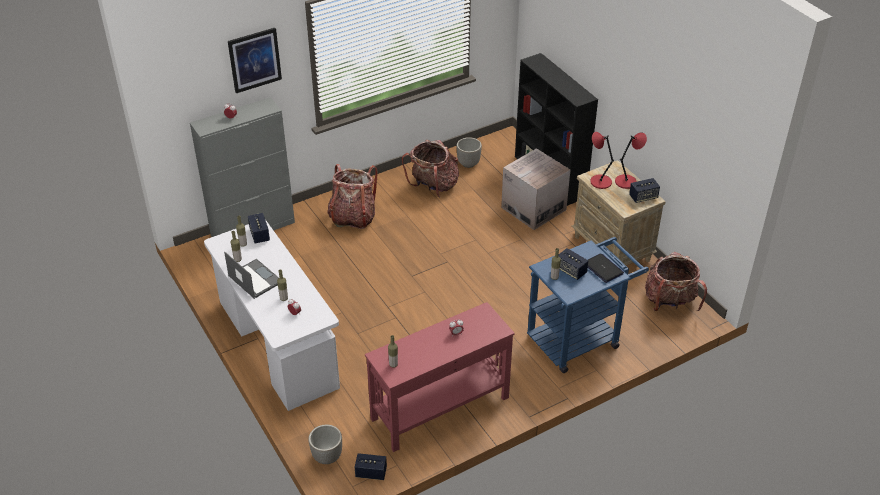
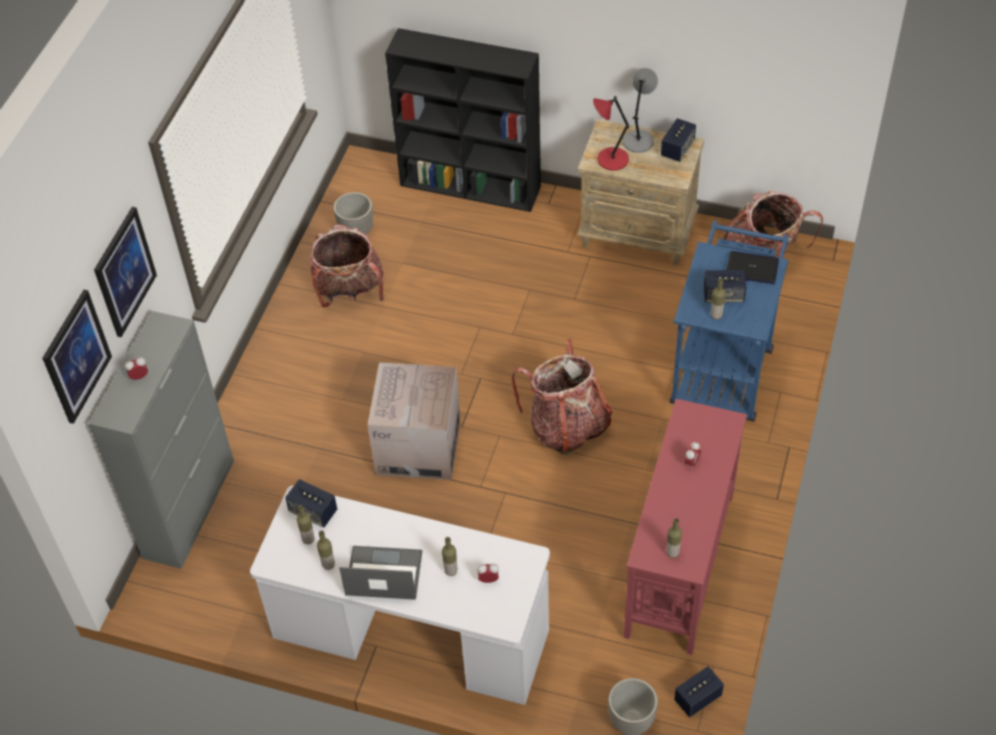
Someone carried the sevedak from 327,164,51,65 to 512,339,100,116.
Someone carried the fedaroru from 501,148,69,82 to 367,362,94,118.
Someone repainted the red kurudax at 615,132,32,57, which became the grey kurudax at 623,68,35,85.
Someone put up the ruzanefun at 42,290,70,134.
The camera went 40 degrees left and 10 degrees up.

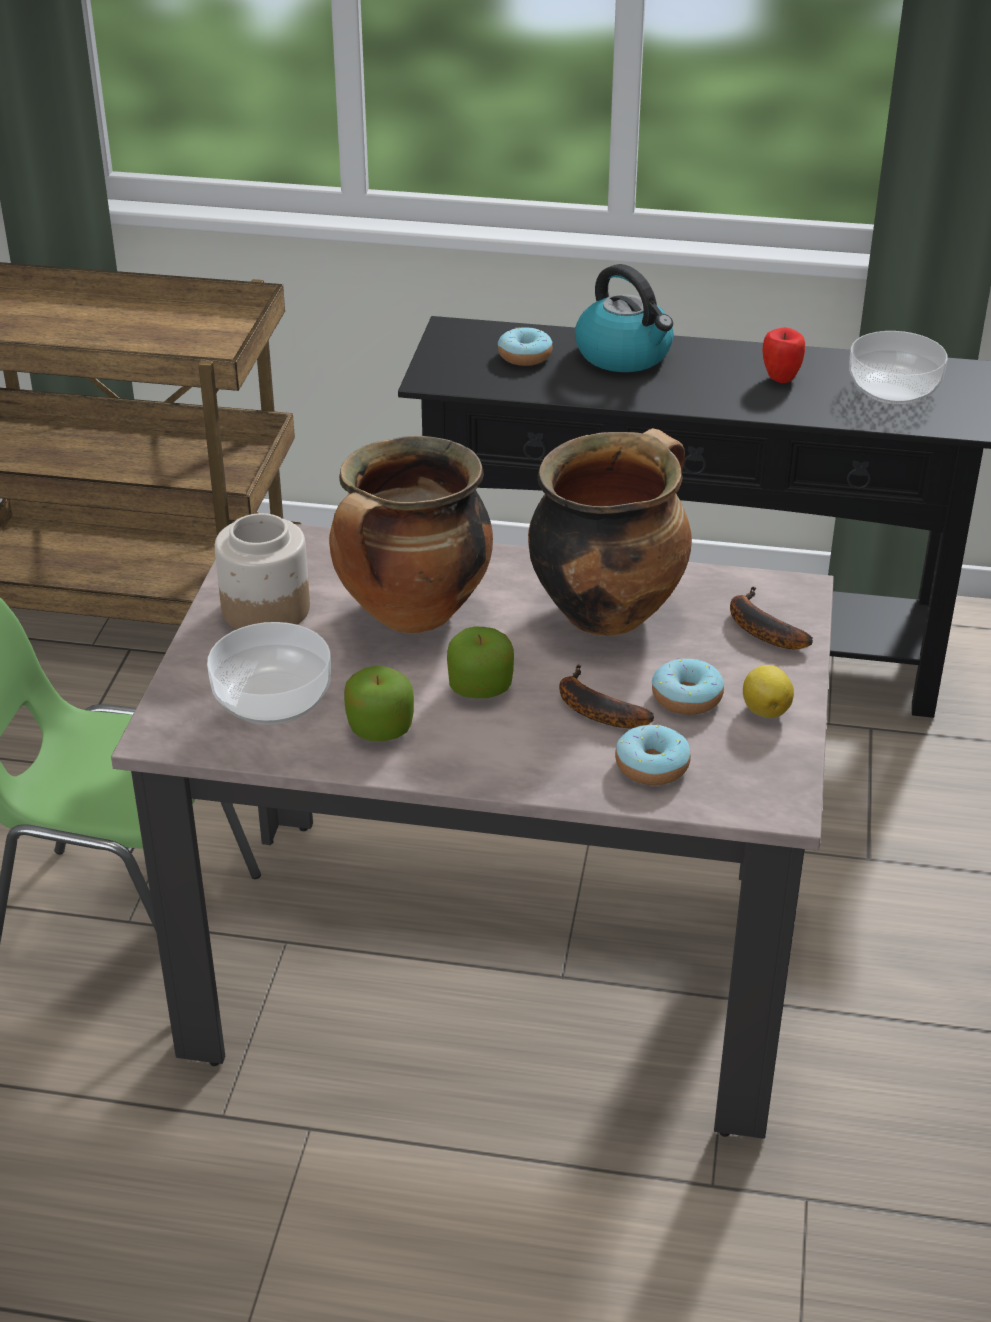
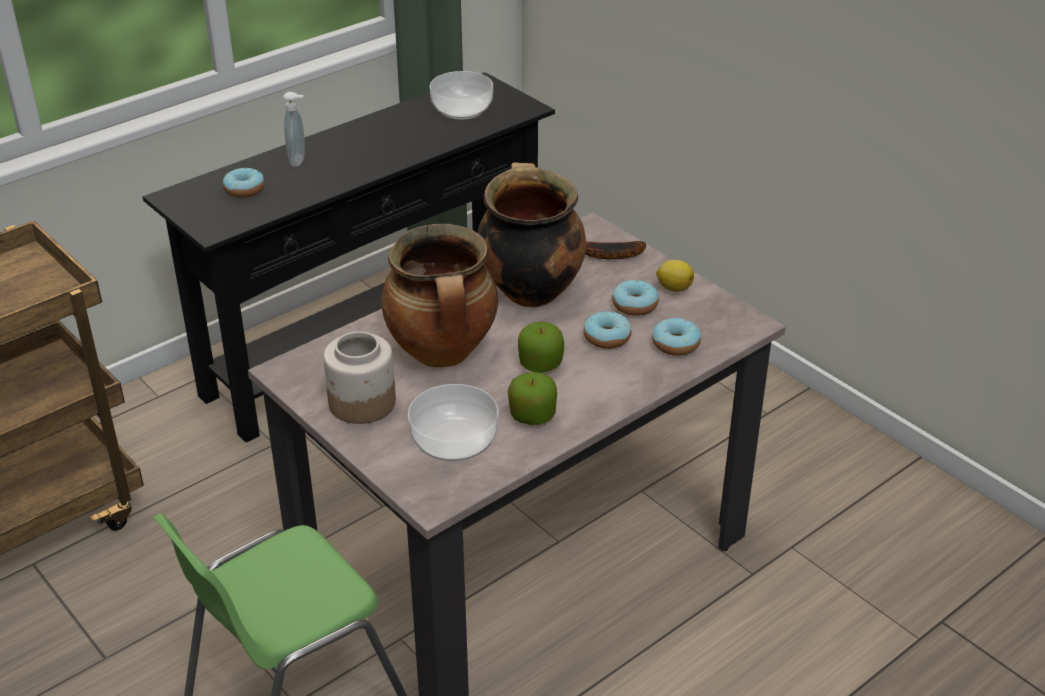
Someone swapped the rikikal at 559,664,95,64 for the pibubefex at 583,311,49,38.
Someone swapped the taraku at 575,264,99,108 for the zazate at 283,92,22,75.
Someone took away the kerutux at 762,327,43,56.
The camera went 50 degrees left and 0 degrees up.

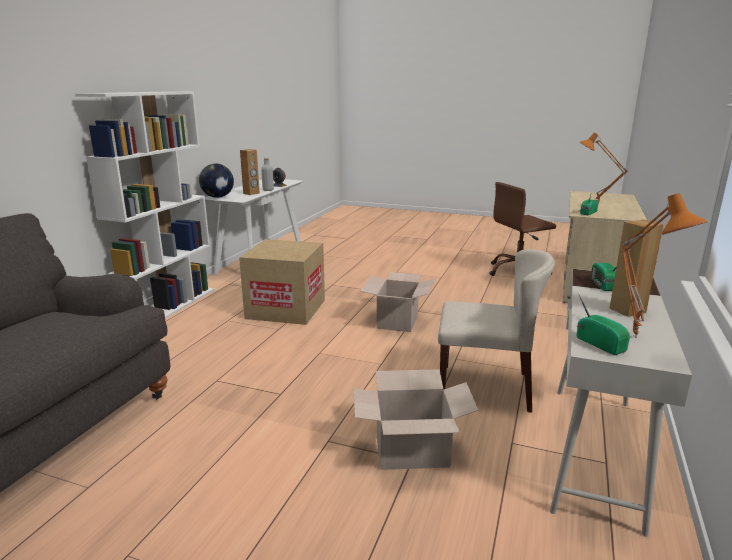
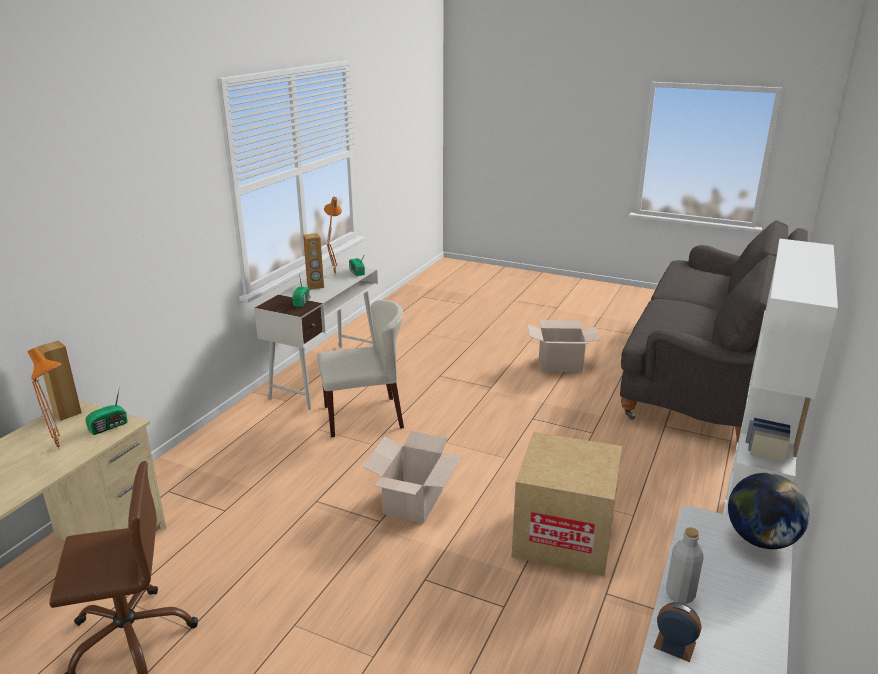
Someone carried the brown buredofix from 240,149,20,46 to 36,341,46,80.
Someone carried the fedaroru from 354,369,125,101 to 527,320,74,52.
Someone rotated the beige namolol at 438,249,117,164 by 150 degrees clockwise.
The camera went 175 degrees left and 5 degrees up.

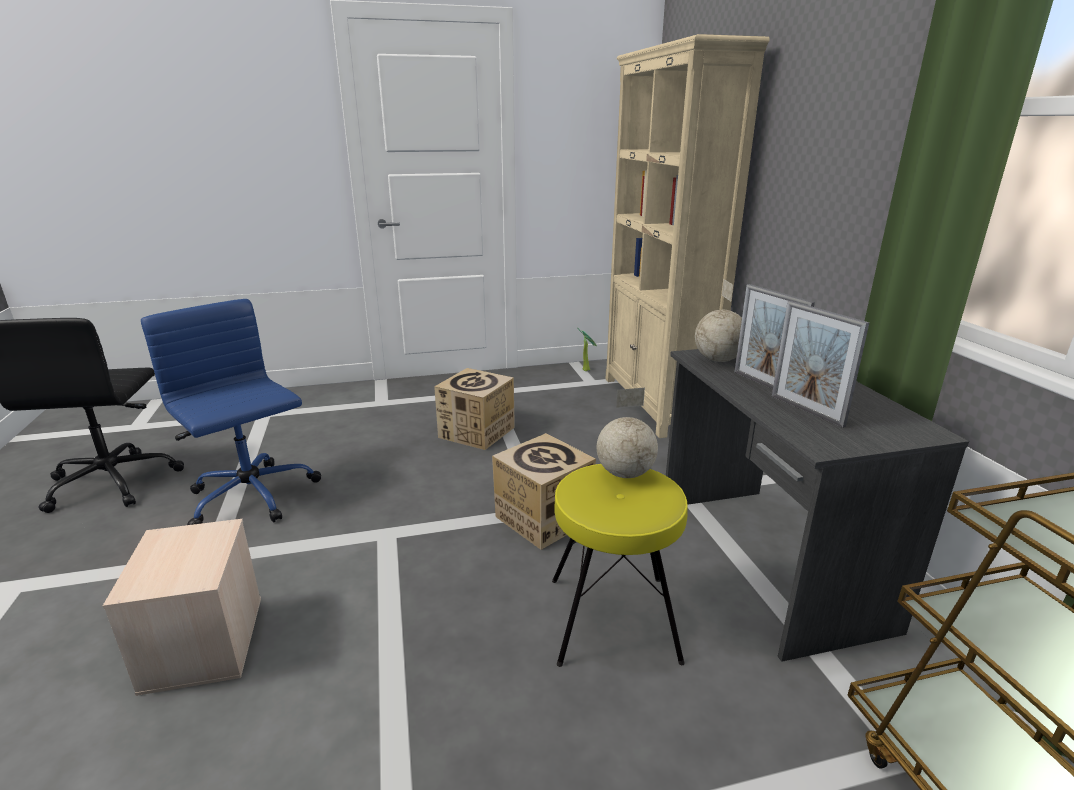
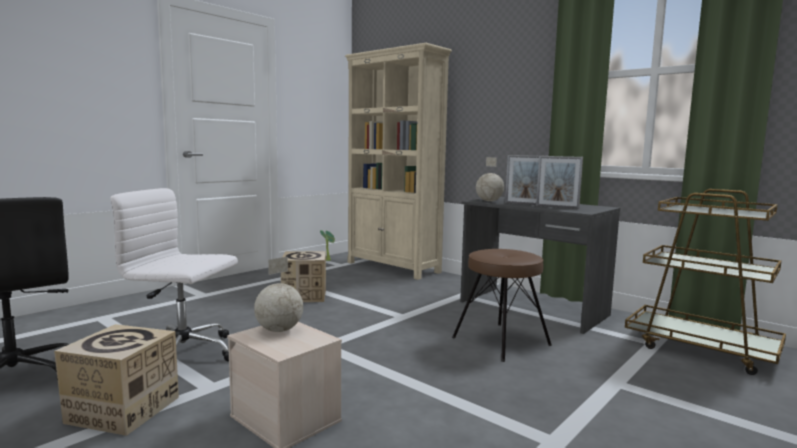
Someone repainted the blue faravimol at 141,299,180,226, which became the white faravimol at 110,188,128,173.
Someone carried the fedaroru from 492,433,104,117 to 54,324,125,112.
Someone repainted the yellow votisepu at 552,464,136,203, which became the brown votisepu at 452,249,100,113.
Someone carried the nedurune from 597,388,61,90 to 254,256,49,76.
The camera went 35 degrees left and 15 degrees down.

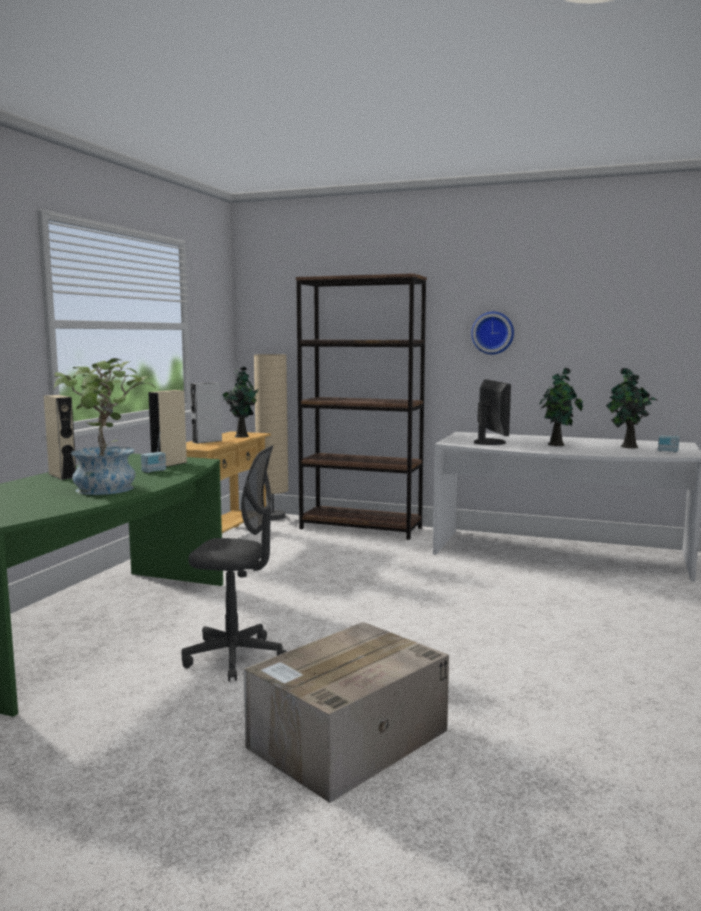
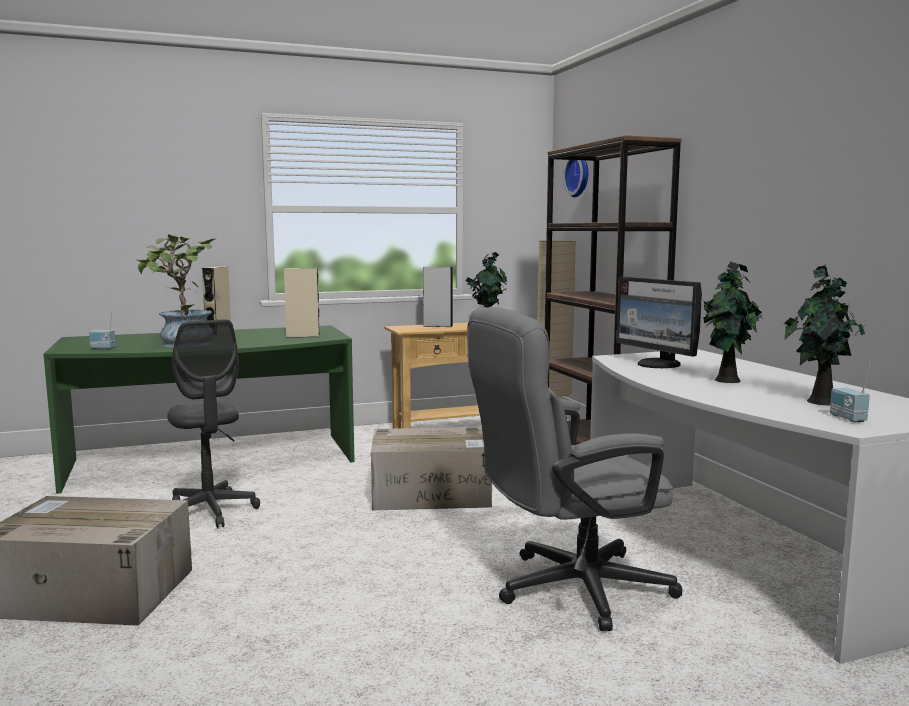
Someone carried the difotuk from 141,432,25,41 to 89,311,27,38.
Someone carried the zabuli from 471,312,43,42 to 563,160,25,37.
Someone rotated the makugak at 474,380,37,65 by 105 degrees clockwise.
Someone put down the fedaroru at 371,427,121,84.
Someone put down the grey faravimol at 467,307,215,324.
The camera went 50 degrees right and 0 degrees up.

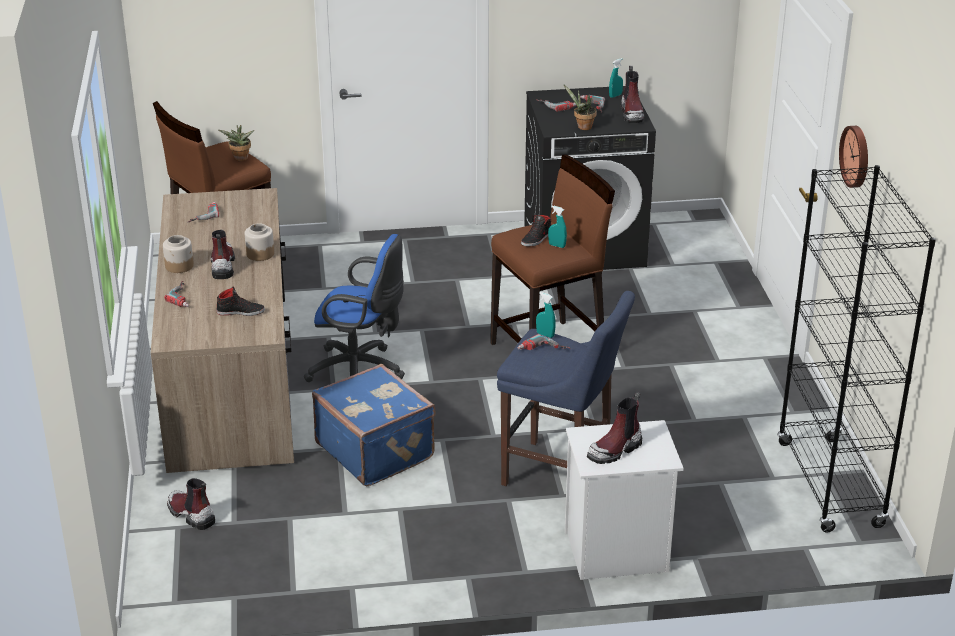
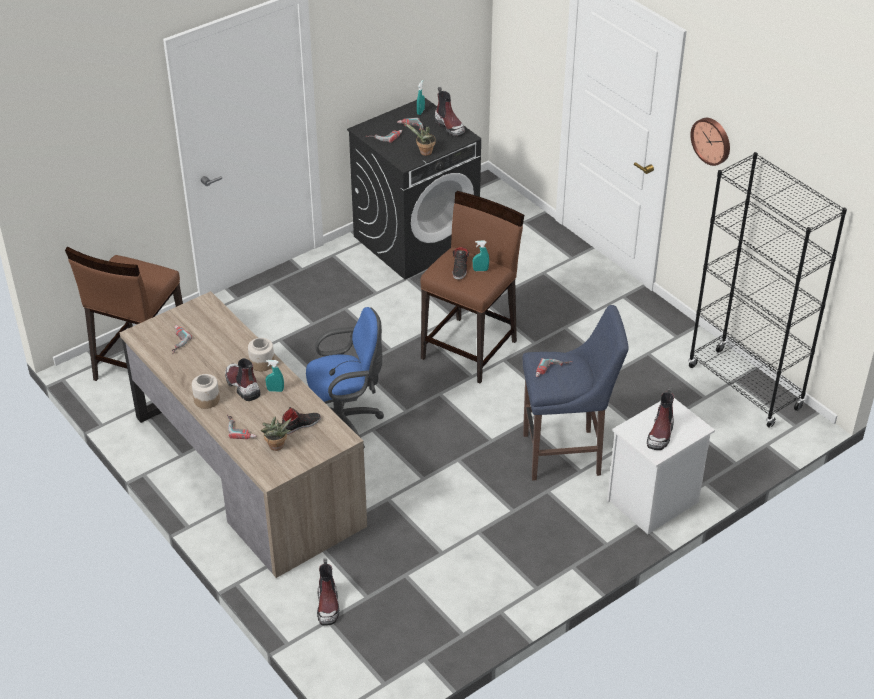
Someone rotated the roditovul at 167,478,48,52 by 105 degrees counterclockwise.
Someone carried the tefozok from 219,125,35,36 to 260,417,32,34.
Someone took away the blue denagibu at 312,364,124,122.
Someone carried the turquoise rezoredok from 536,292,20,46 to 266,360,18,32.
The camera went 30 degrees left and 10 degrees up.

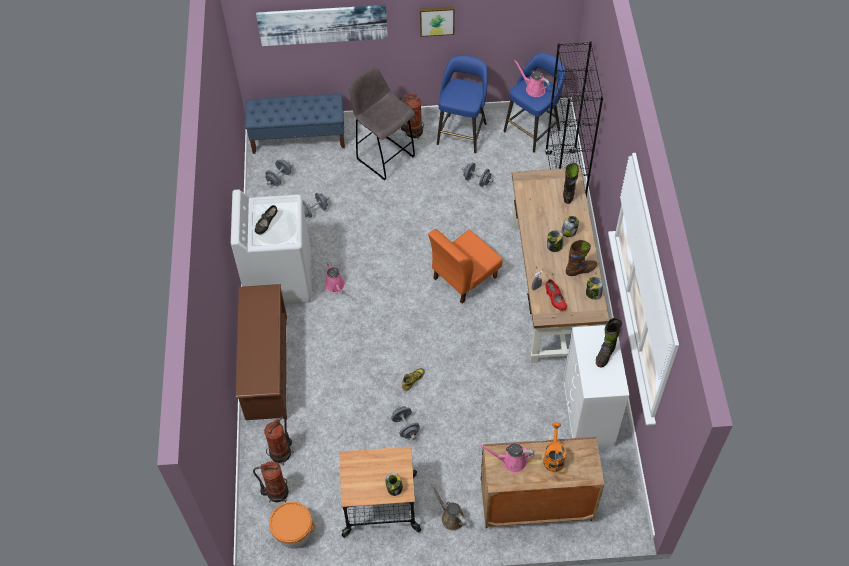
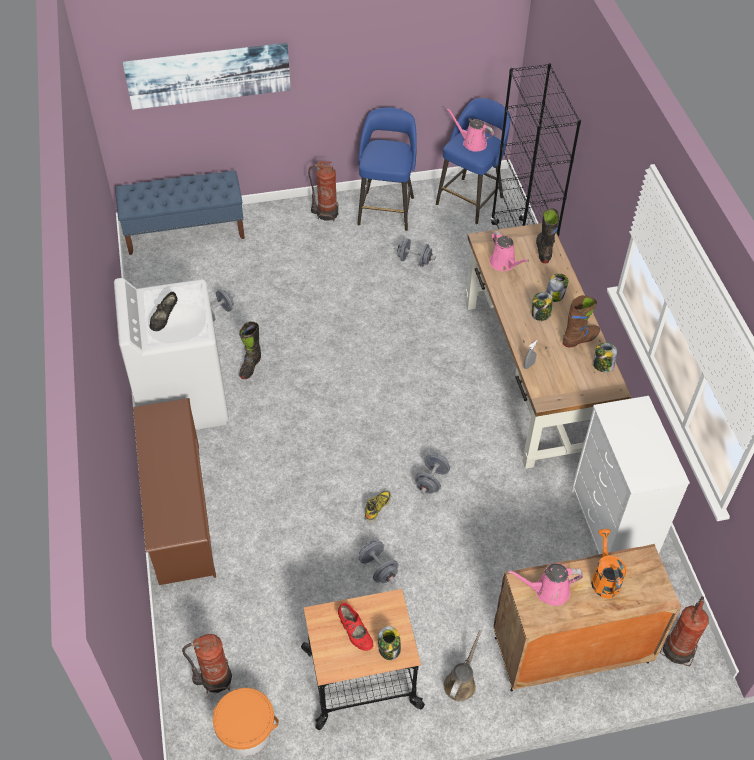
Someone carried the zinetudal from 264,416,30,49 to 660,596,49,70.
Someone carried the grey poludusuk from 265,160,26,26 to 415,453,35,41.
Someone carried the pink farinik from 325,262,20,31 to 490,231,39,40.
Someone took away the grey votisepu at 349,67,66,114.
Someone took away the ruzanefun at 420,6,35,31.
Someone took away the orange namolol at 428,229,75,75.
Someone rotated the brown farinik at 431,484,36,46 by 75 degrees clockwise.
Someone carried the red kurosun from 545,279,22,32 to 338,603,35,48.
Someone carried the black roditovul from 596,318,26,50 to 239,321,22,58.
The camera went 10 degrees left and 5 degrees down.

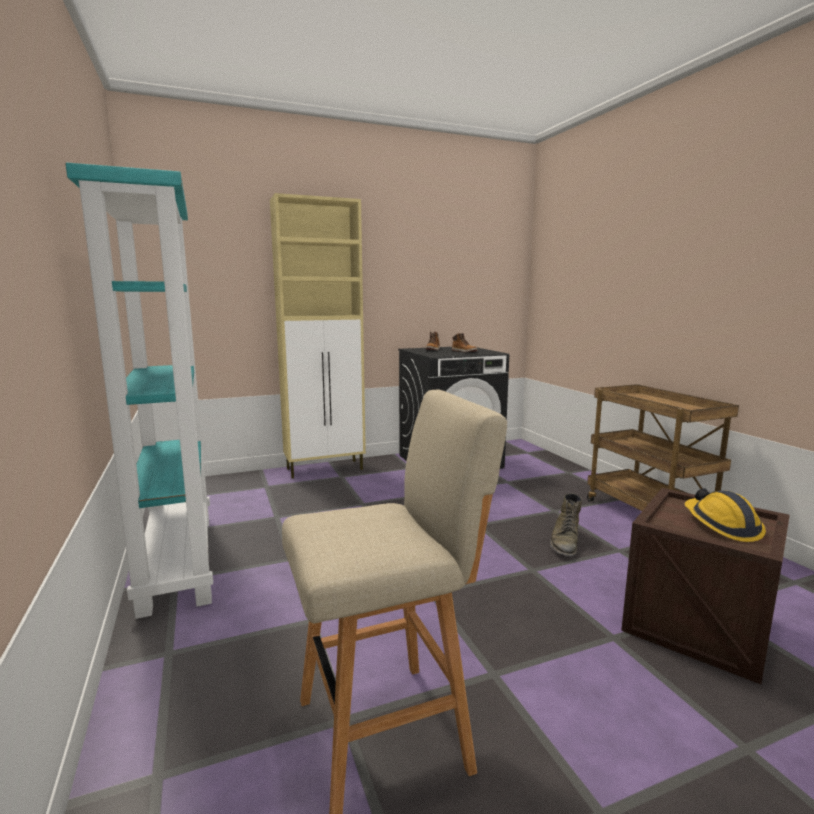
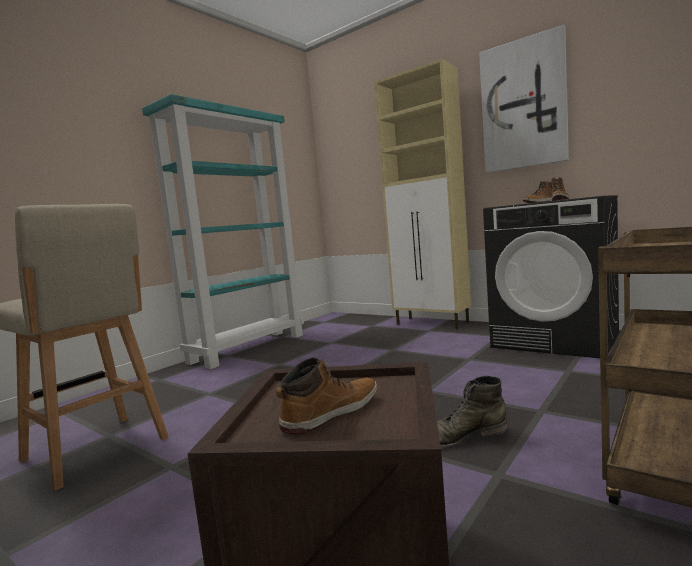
Someone swapped the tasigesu at 685,488,81,54 for the roditovul at 276,357,101,78.
Someone put up the ruzanefun at 479,25,90,148.
The camera went 60 degrees right and 5 degrees down.

